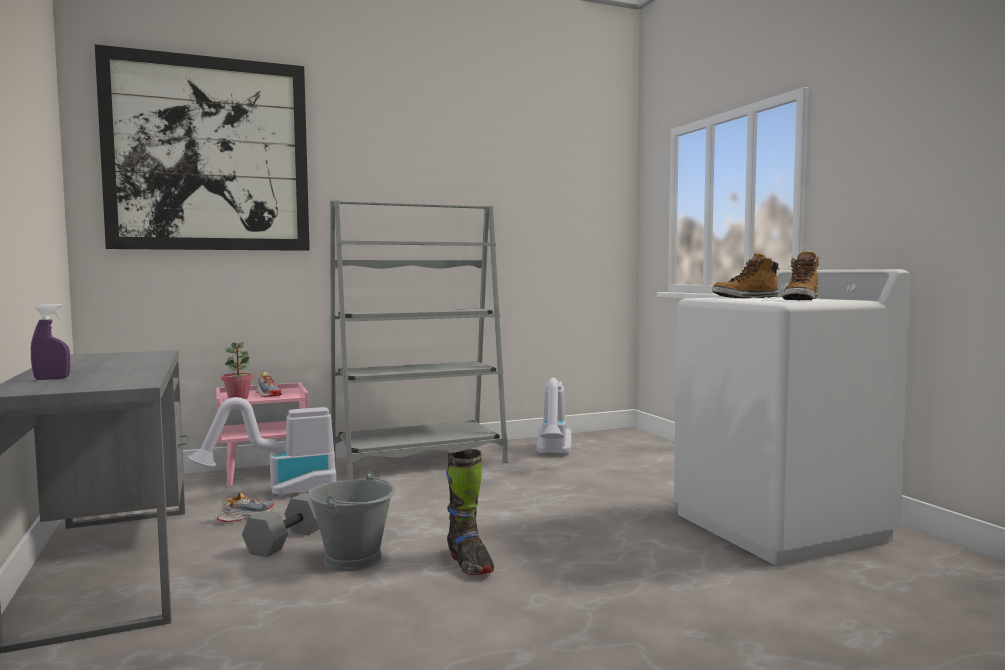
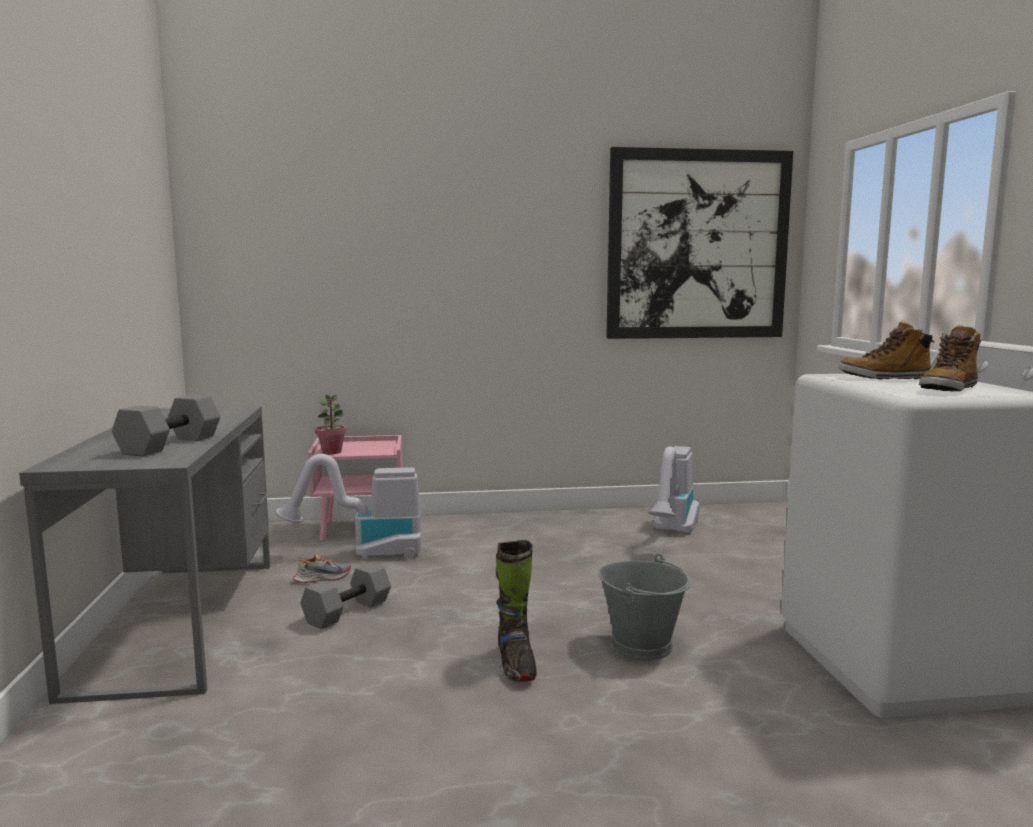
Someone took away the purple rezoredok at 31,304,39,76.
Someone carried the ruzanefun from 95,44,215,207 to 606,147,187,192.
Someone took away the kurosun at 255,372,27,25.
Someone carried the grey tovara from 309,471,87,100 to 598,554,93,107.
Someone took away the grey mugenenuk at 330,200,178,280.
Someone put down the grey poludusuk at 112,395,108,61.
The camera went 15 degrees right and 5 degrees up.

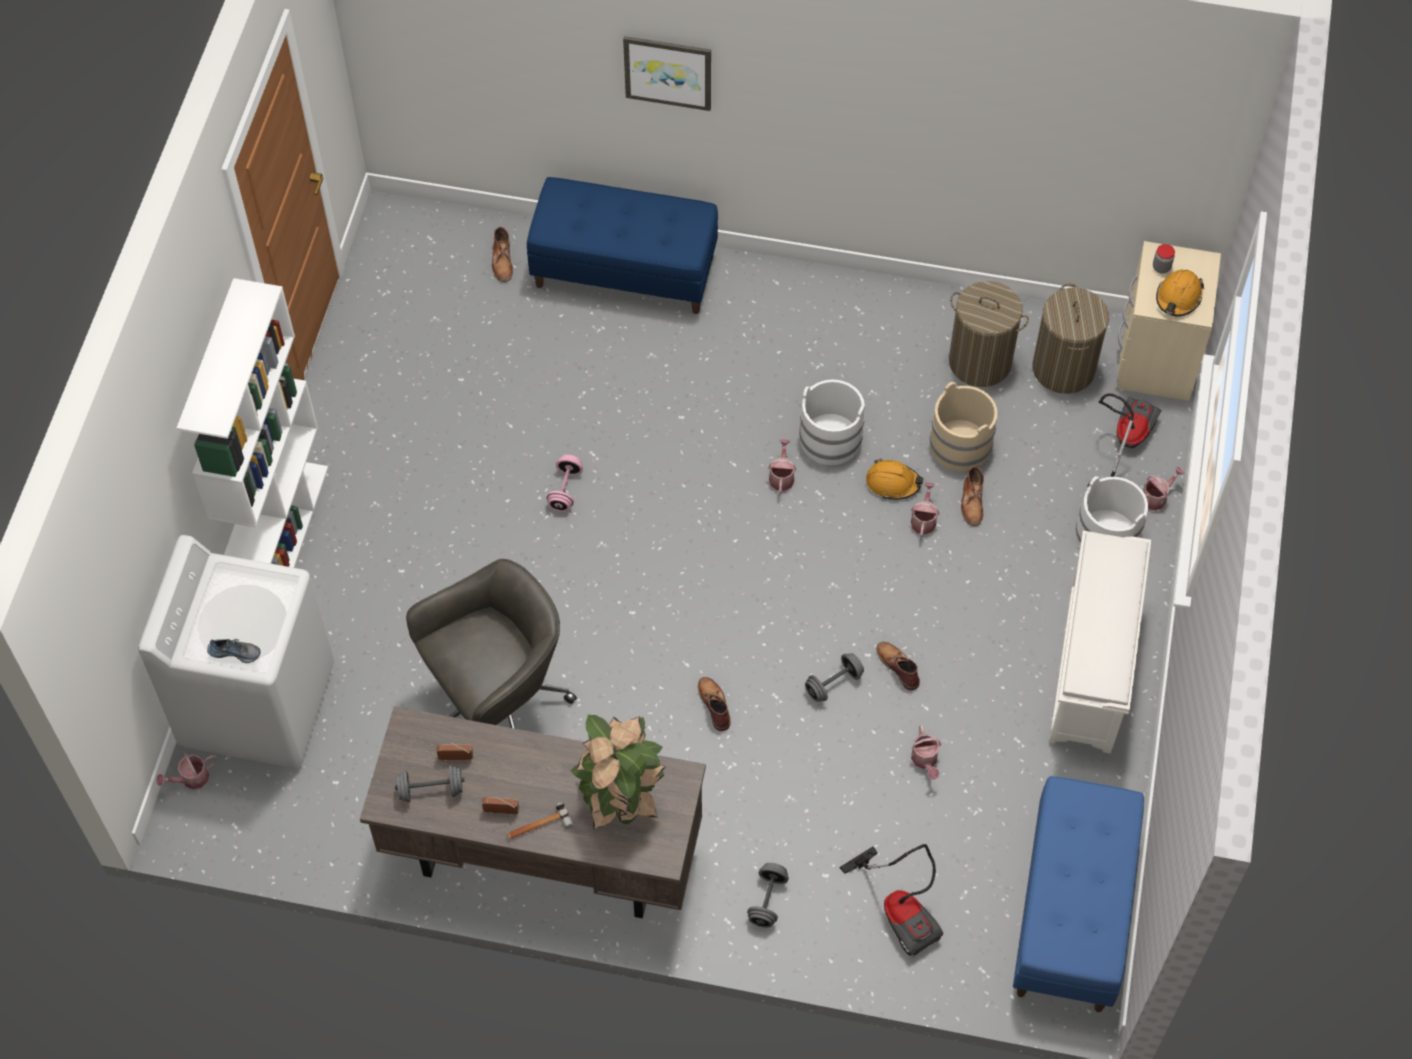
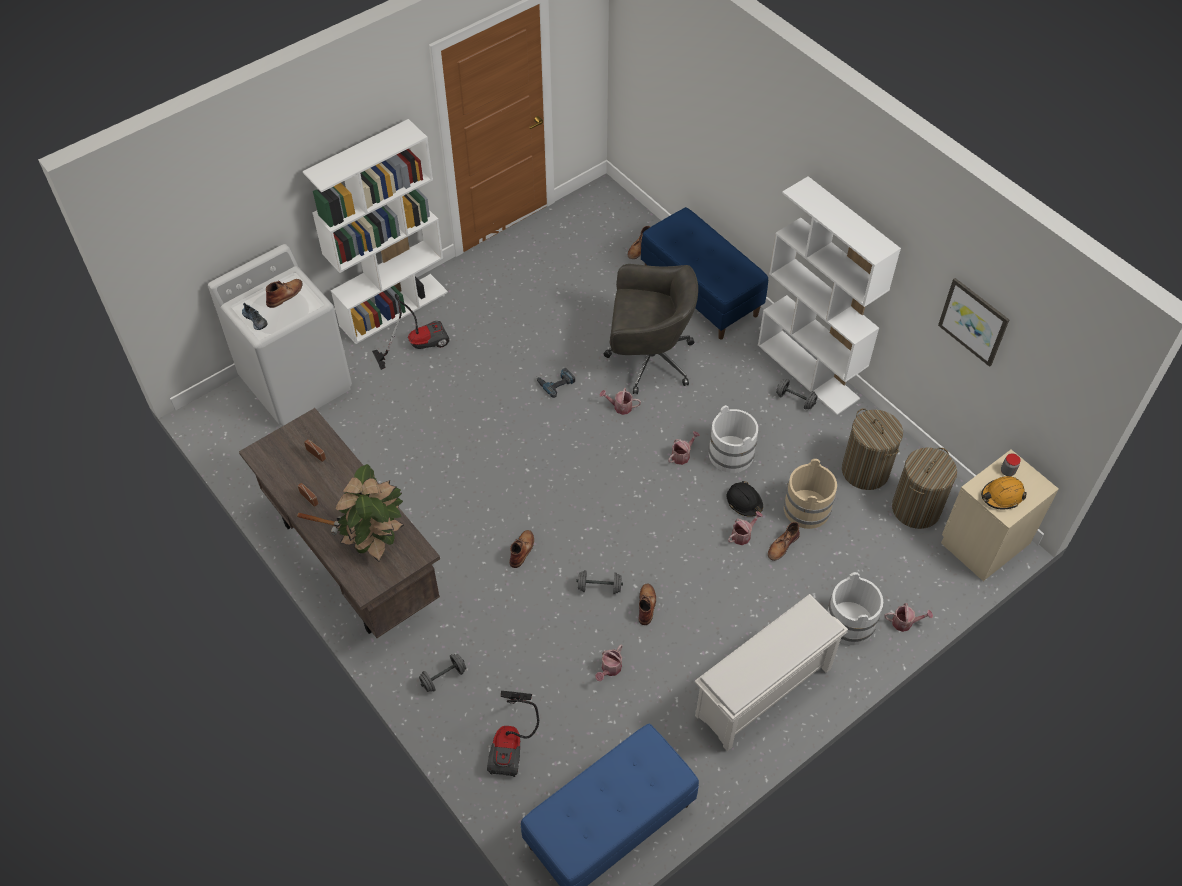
Someone carried the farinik from 156,753,61,36 to 600,388,41,27.
Someone carried the grey poludusuk from 395,765,69,38 to 776,379,42,30.
Someone carried the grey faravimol from 406,559,171,170 to 603,264,95,130.
Someone swapped the pink poludusuk at 546,455,37,57 for the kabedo at 536,368,39,30.
Someone carried the ruzanefun from 623,36,88,75 to 938,278,71,89.
Someone repainted the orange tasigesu at 866,458,58,42, which became the black tasigesu at 727,481,36,36.
Someone carried the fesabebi from 1087,393,75,94 to 372,294,77,76.
Someone put down the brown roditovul at 266,279,37,29.
Someone put down the white mugenenuk at 758,176,143,239.
The camera went 40 degrees right and 5 degrees down.

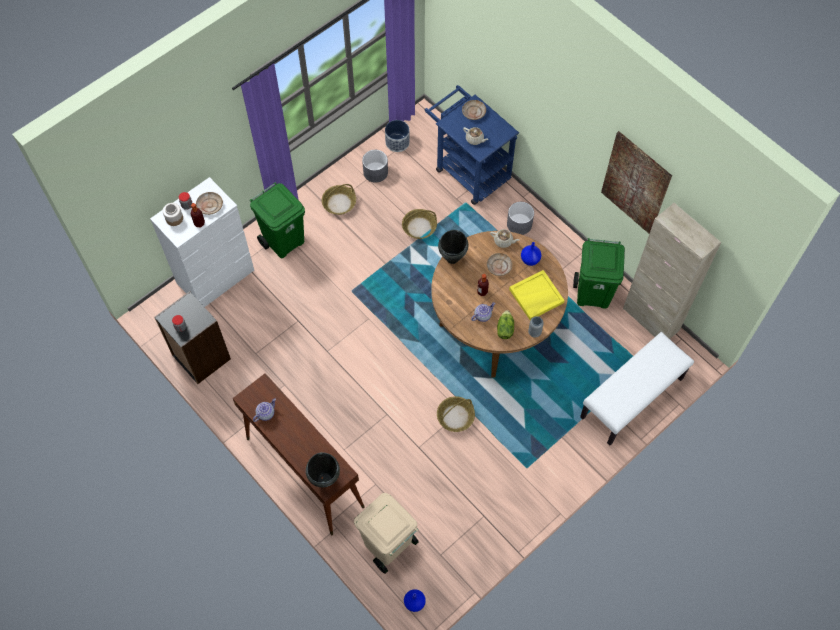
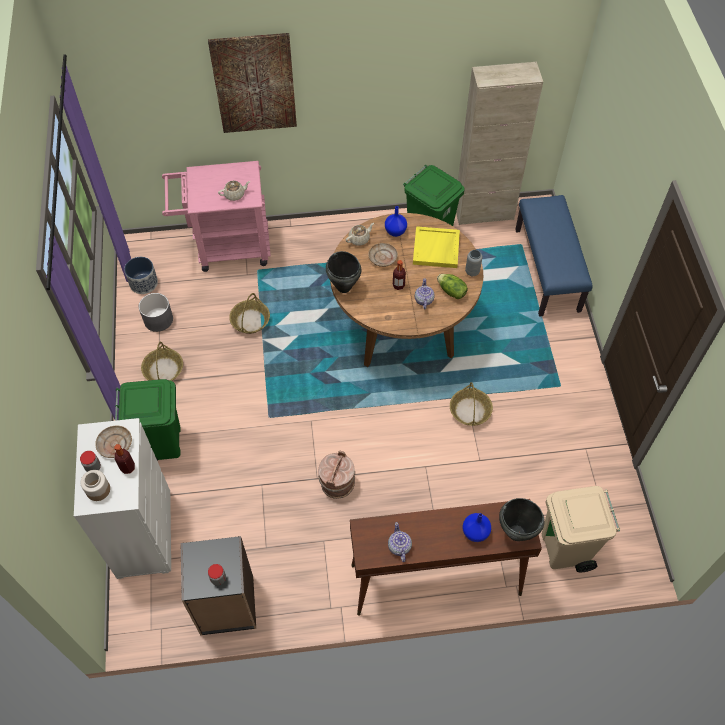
Someone carried the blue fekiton from 404,589,22,23 to 463,513,28,29.
Someone repainted the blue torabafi at 425,85,94,120, which became the pink torabafi at 162,161,109,111.
Someone took away the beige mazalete at 462,100,24,20.
Someone took away the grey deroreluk at 507,202,27,33.
Someone repainted the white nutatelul at 580,332,114,113, which became the blue nutatelul at 515,195,77,122.
Someone carried the ruzanefun from 601,131,71,103 to 208,33,89,100.
Someone put down the brown tovara at 318,451,37,48.
The camera went 55 degrees left and 5 degrees down.

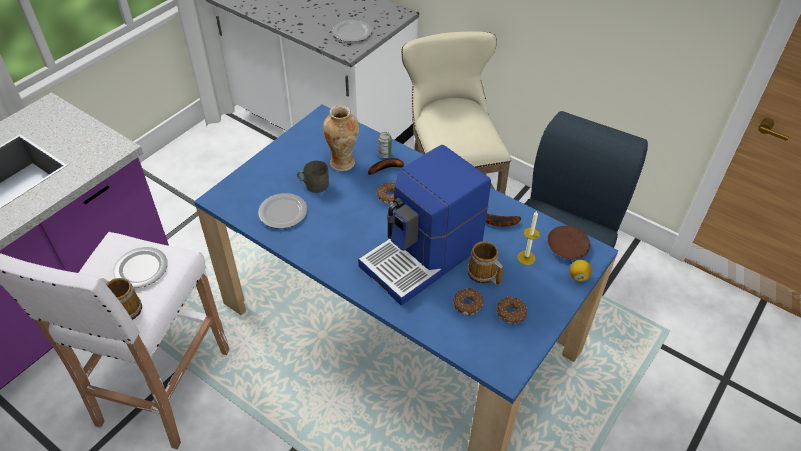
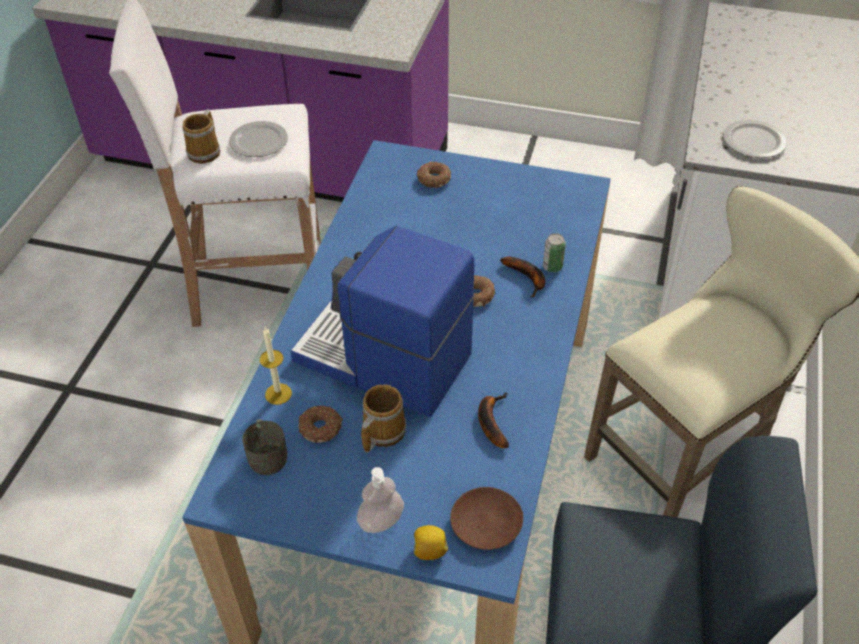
Someone took away the mazalete at 258,193,49,36.
Someone carried the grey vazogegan from 297,161,32,32 to 242,419,45,56.
Someone took away the fekiton at 323,105,36,66.
Someone carried the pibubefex from 497,297,30,27 to 417,162,34,26.
Someone carried the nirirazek from 517,211,23,54 to 260,327,32,78.
Someone put down the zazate at 357,467,47,66.
The camera went 70 degrees right and 0 degrees up.

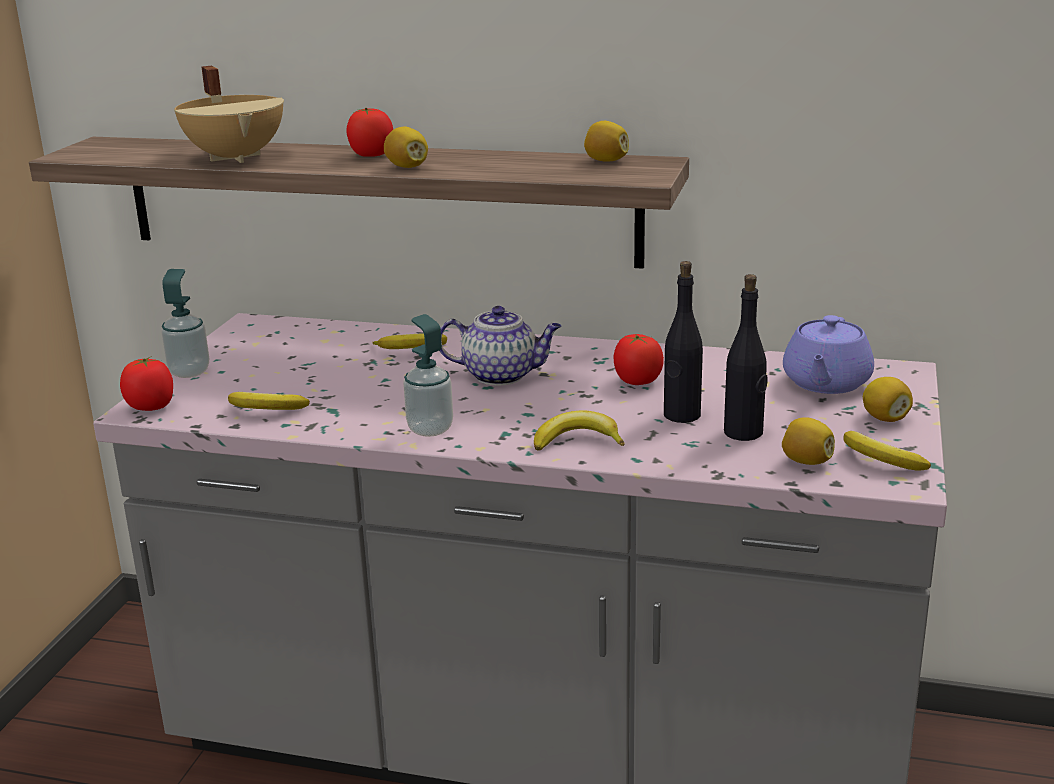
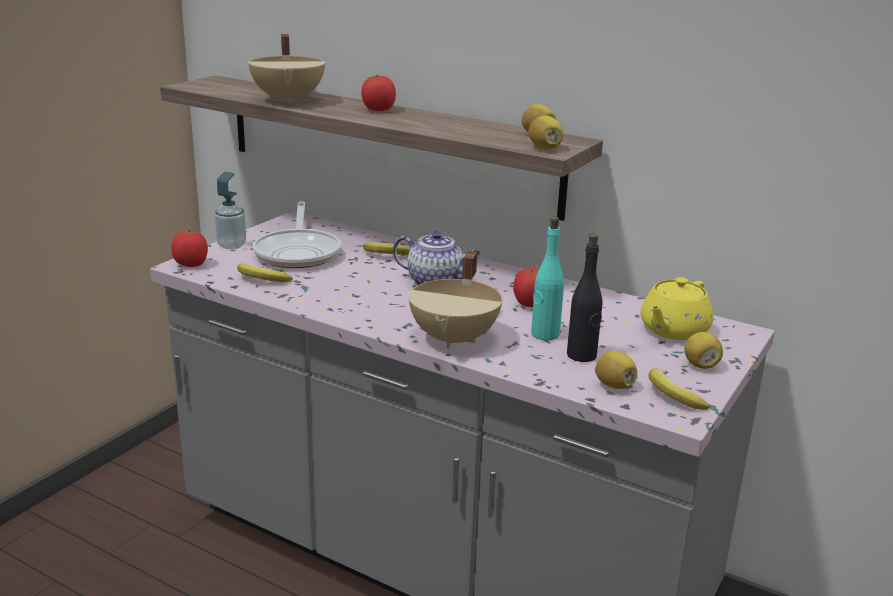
Someone carried the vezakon from 384,127,44,41 to 528,116,36,33.
Someone took away the zazate at 403,314,50,123.
Someone swapped the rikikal at 534,411,91,40 for the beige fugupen at 408,251,95,98.
Someone repainted the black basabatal at 664,261,39,162, which became the turquoise basabatal at 531,217,33,123.
Someone repainted the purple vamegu at 783,315,91,79, which became the yellow vamegu at 641,277,72,63.
Someone put down the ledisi at 253,201,88,67.
The camera went 15 degrees right and 0 degrees up.

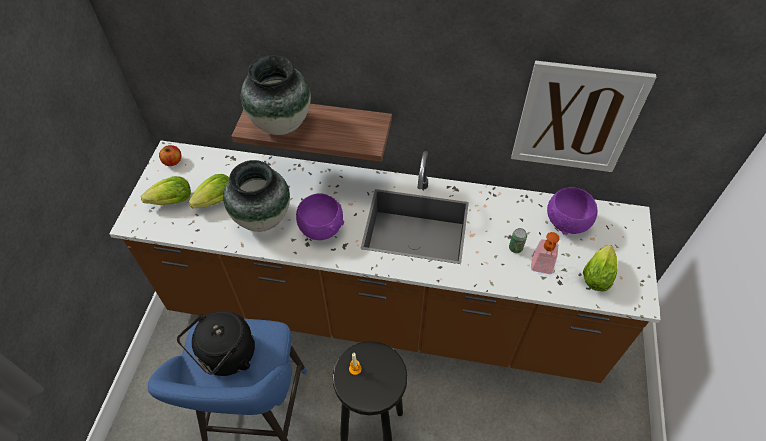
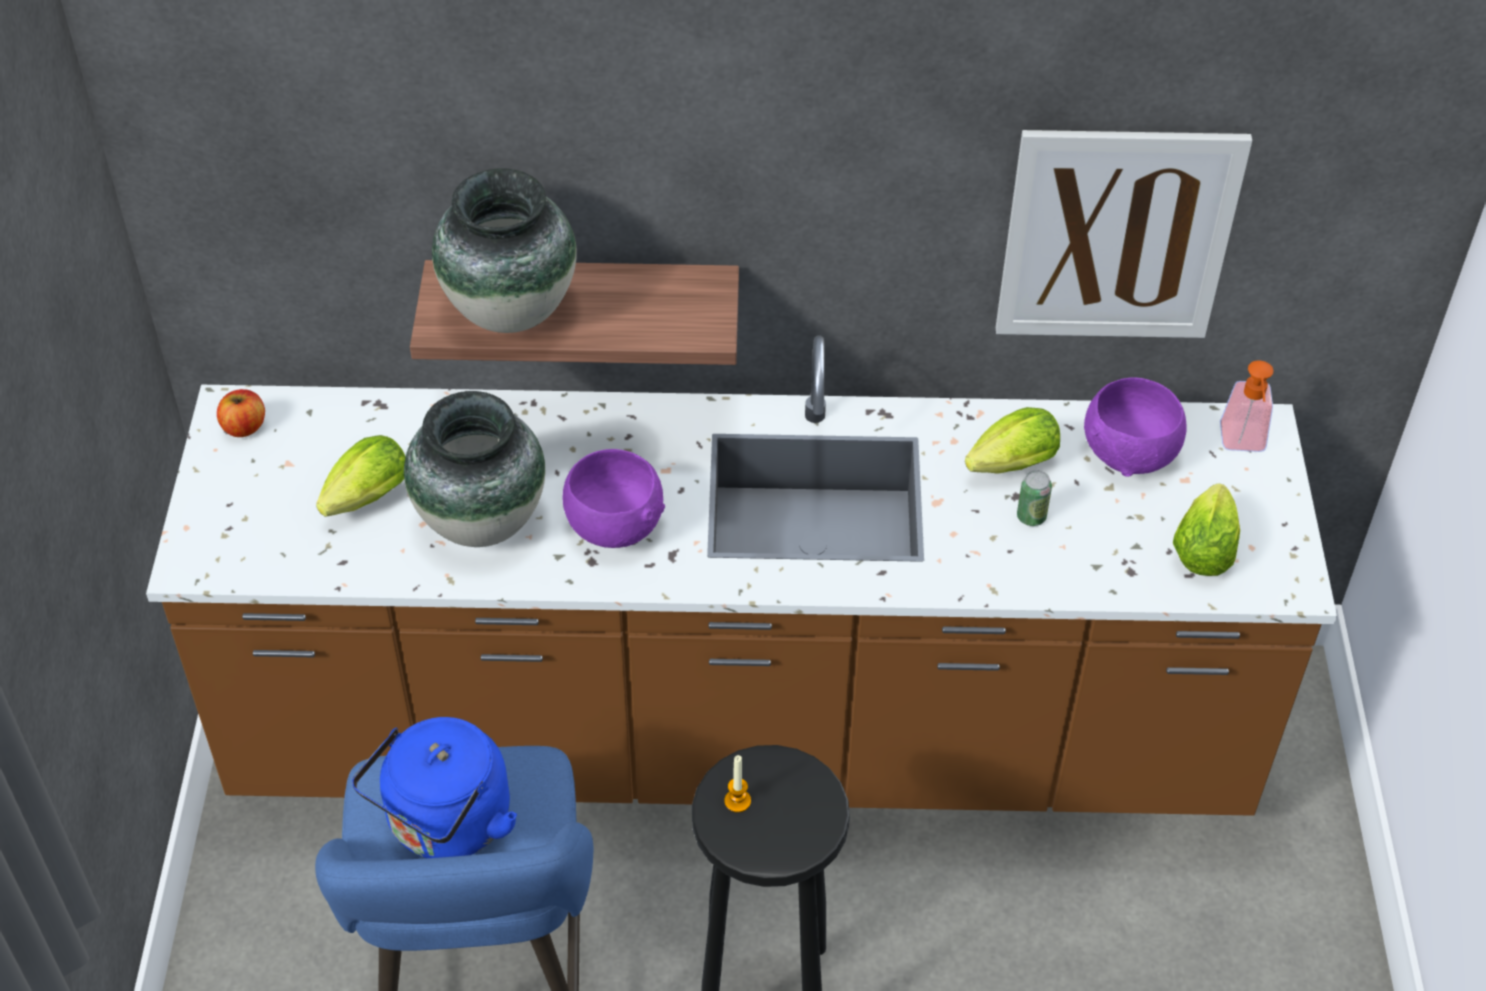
Someone carried the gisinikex from 141,176,50,29 to 965,407,95,67.
Someone repainted the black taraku at 177,311,78,65, which became the blue taraku at 352,717,165,141.
Someone carried the zazate from 531,232,29,42 to 1220,360,54,92.
The camera went 10 degrees left and 5 degrees down.

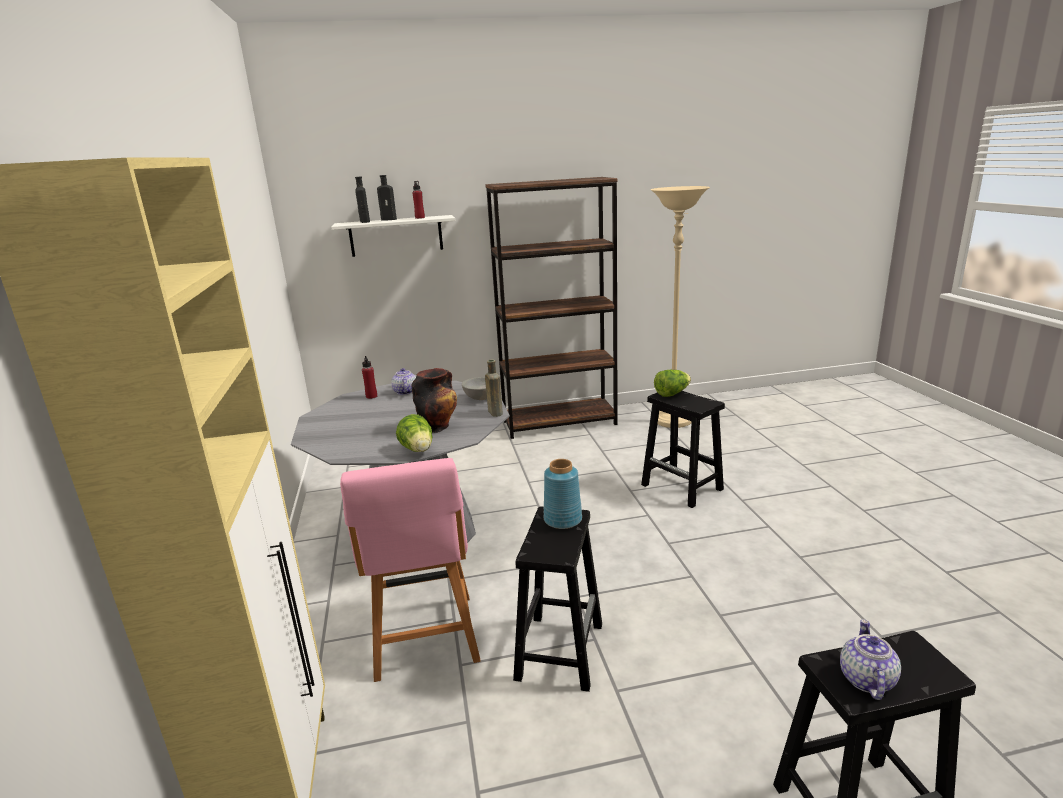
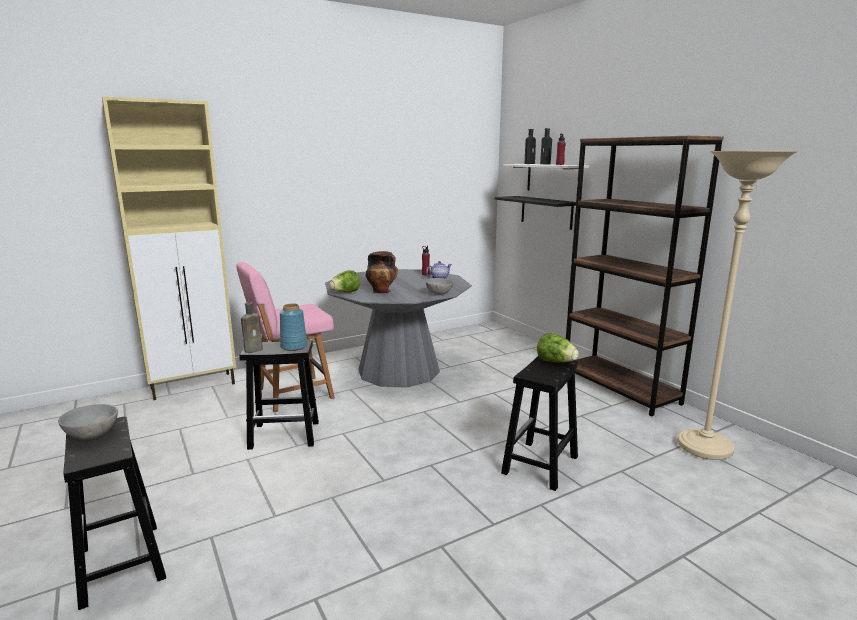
Someone carried the brown basabatal from 485,360,18,57 to 241,302,22,51.
Someone swapped the vamegu at 840,619,61,81 for the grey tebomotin at 58,404,60,36.
Someone put up the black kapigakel at 495,196,81,34.
The camera went 70 degrees right and 5 degrees down.

